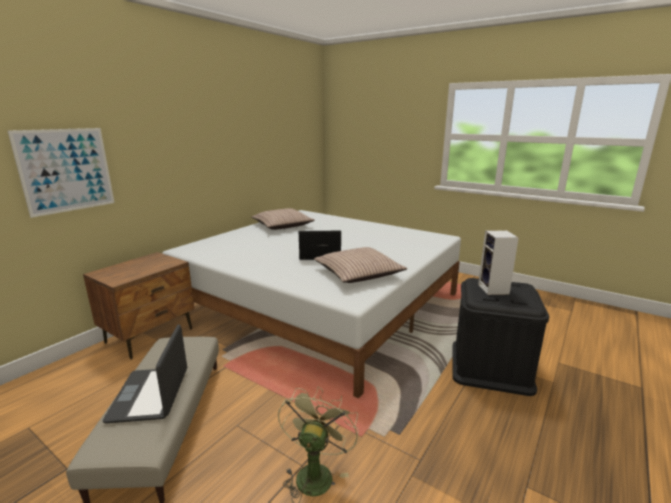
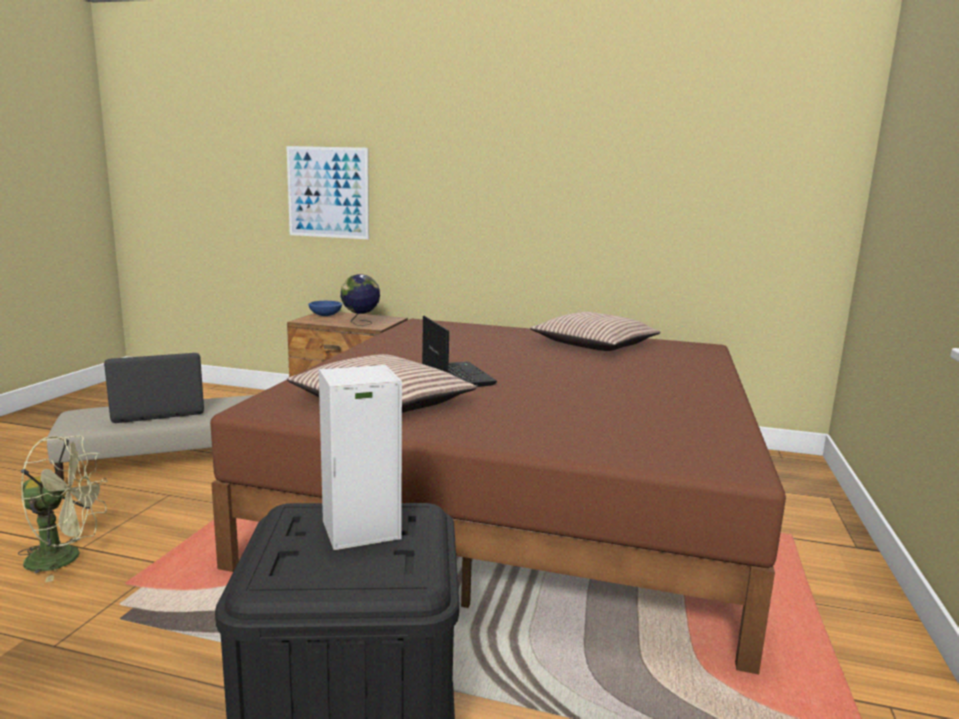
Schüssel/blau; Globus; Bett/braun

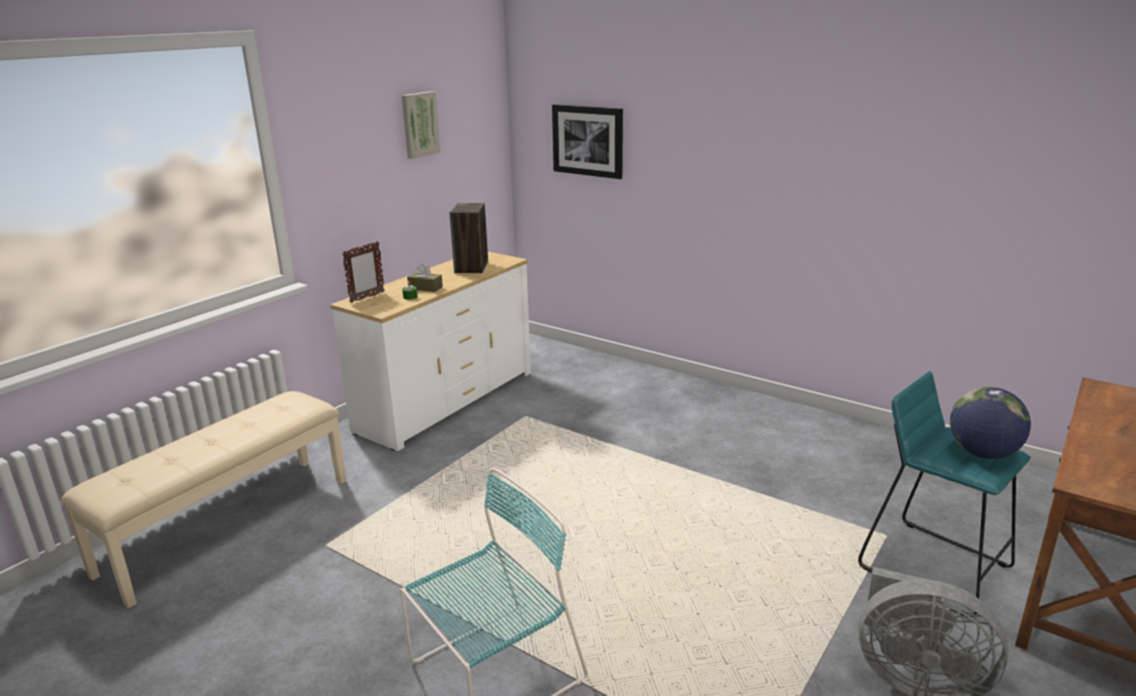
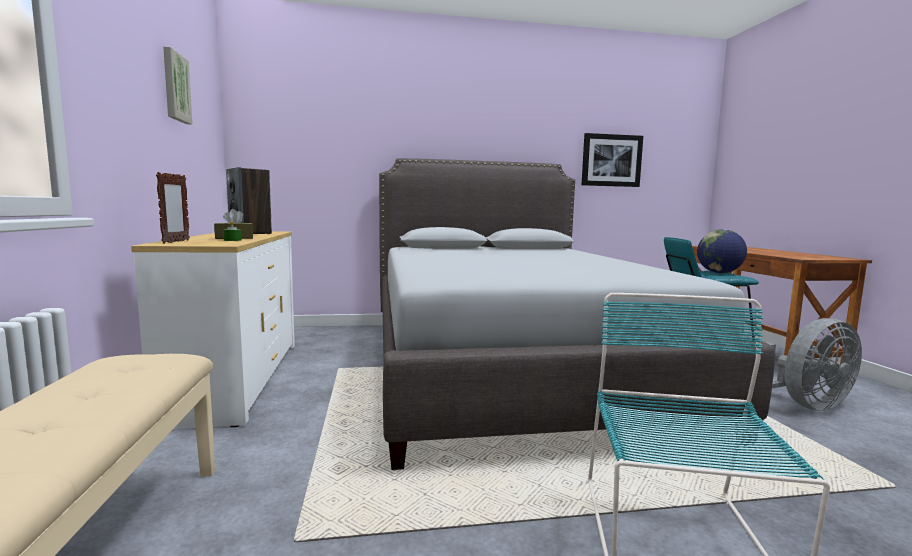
Bett/grau; Bild (no. 2 from left)

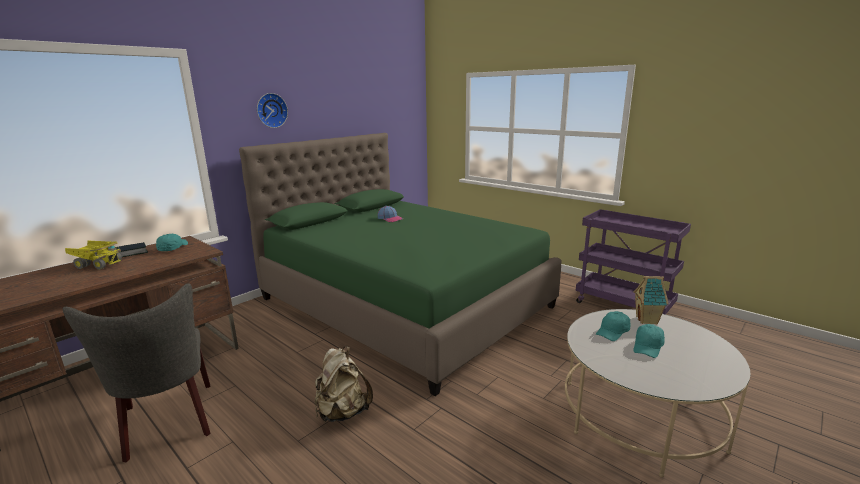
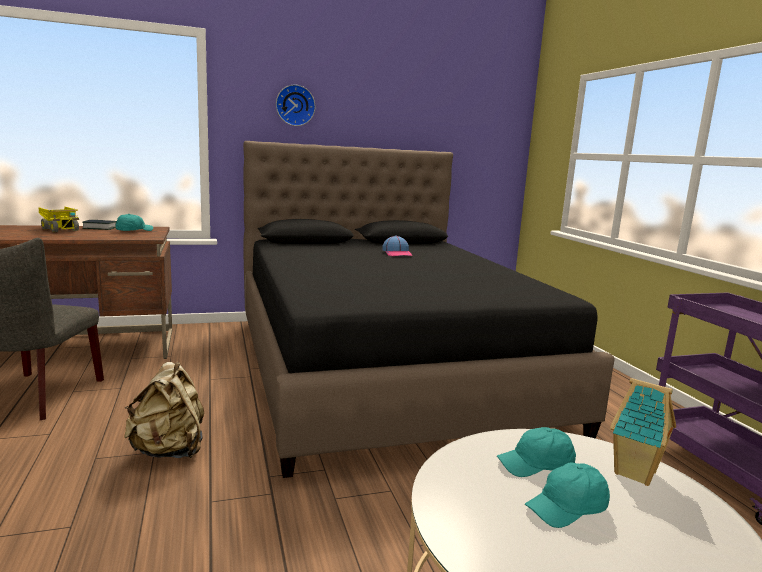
Bett/schwarz

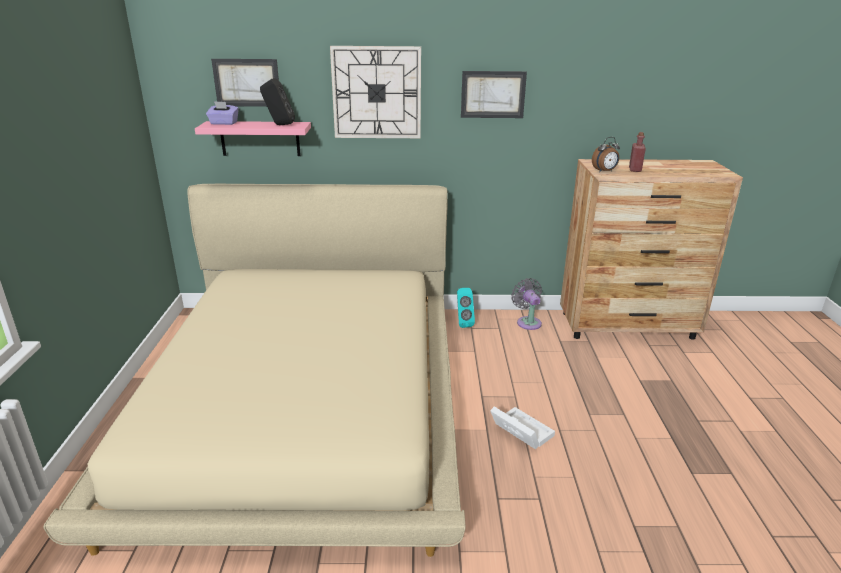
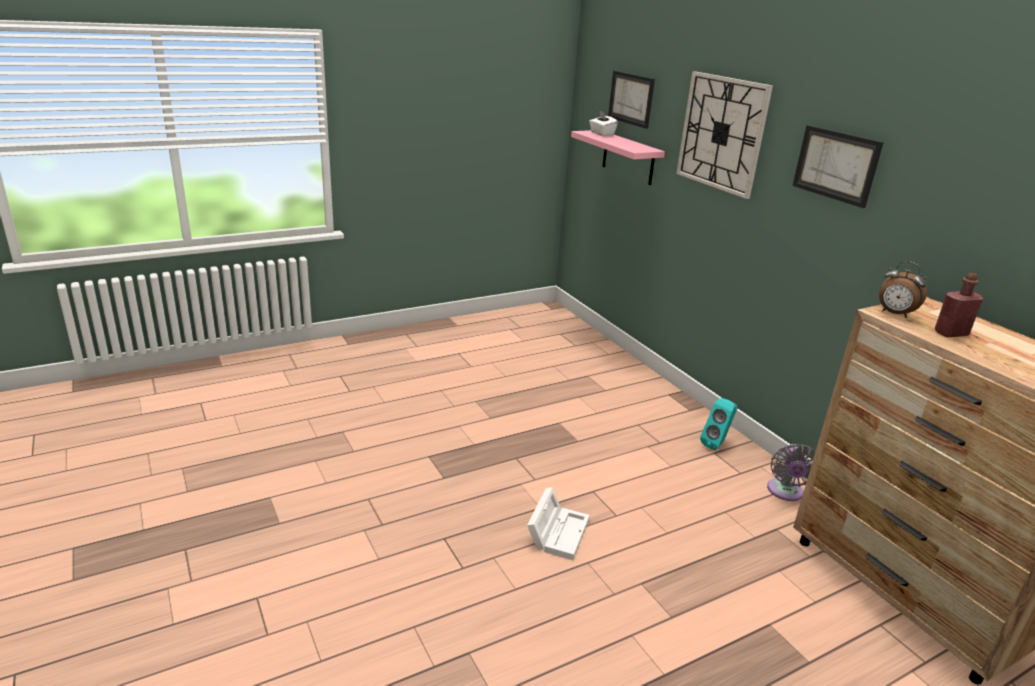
Bett/beige; Lautsprecher/schwarz; Taschentuchbox/weiß; Ventilator/grau

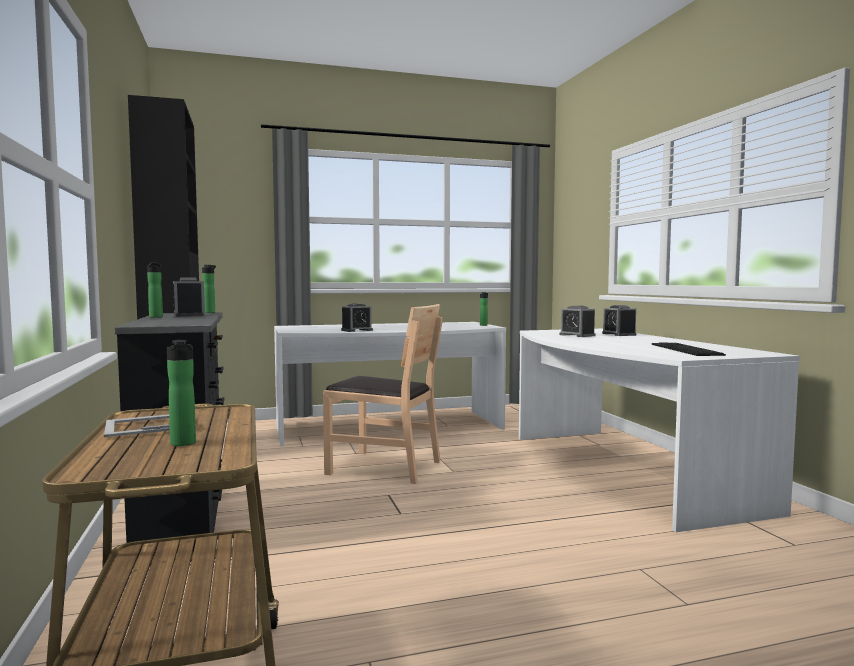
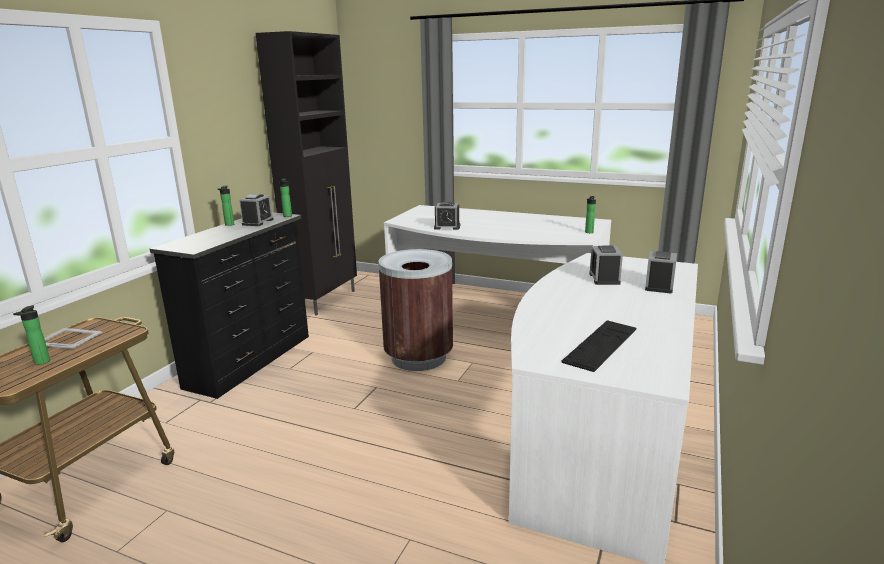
Mülleimer/braun

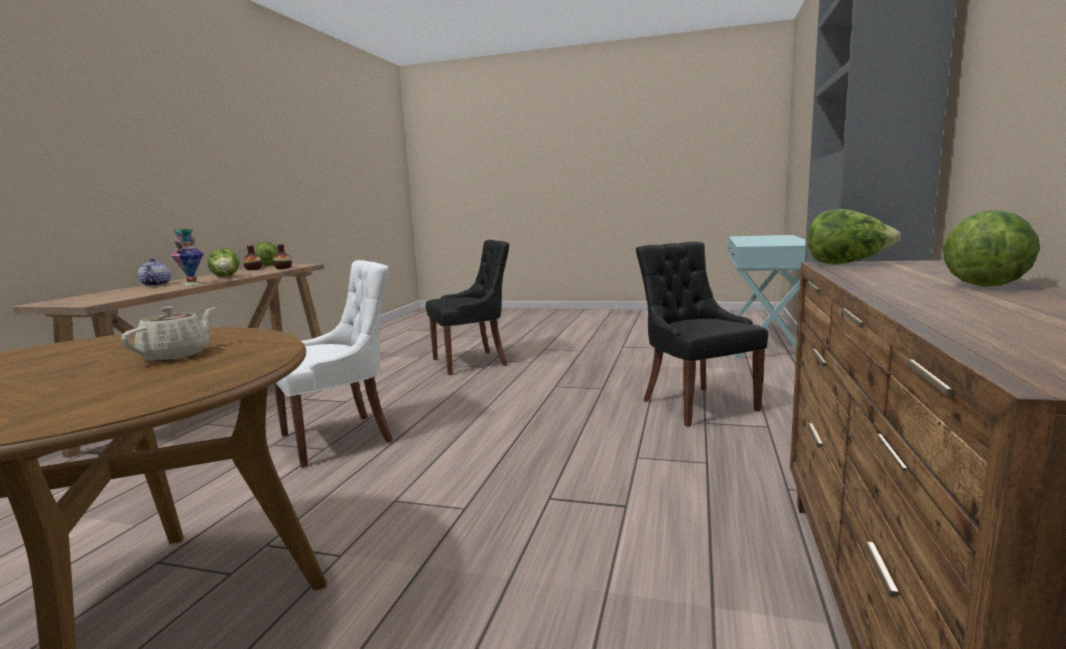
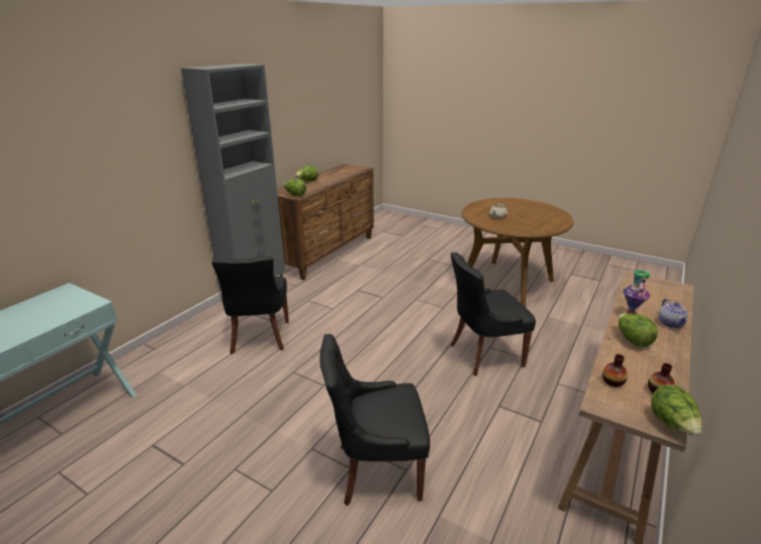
Stuhl/schwarz (no. 3 from left)

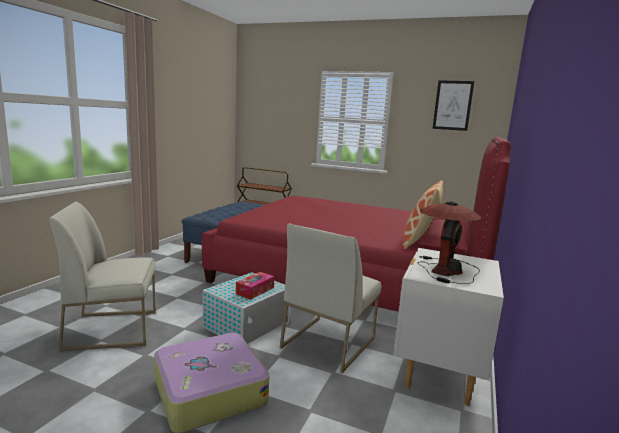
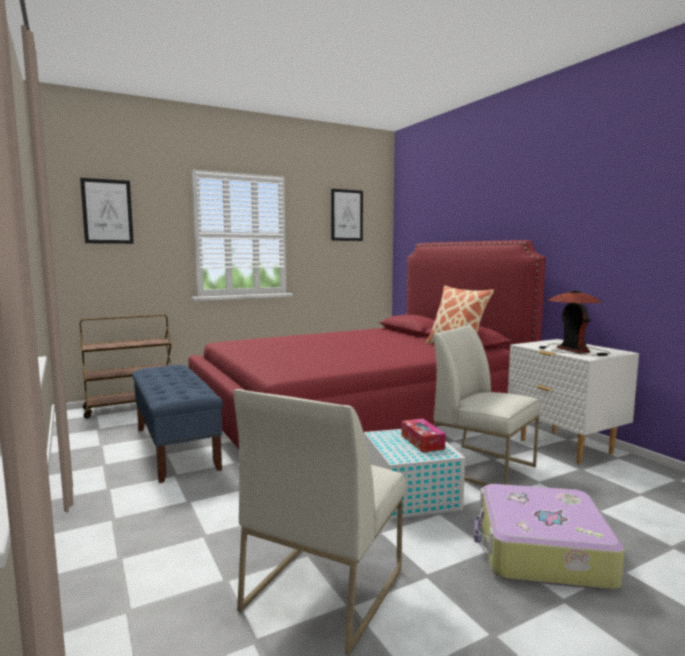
Bild (no. 1 from left); Stuhl/weiß (no. 2 from left)

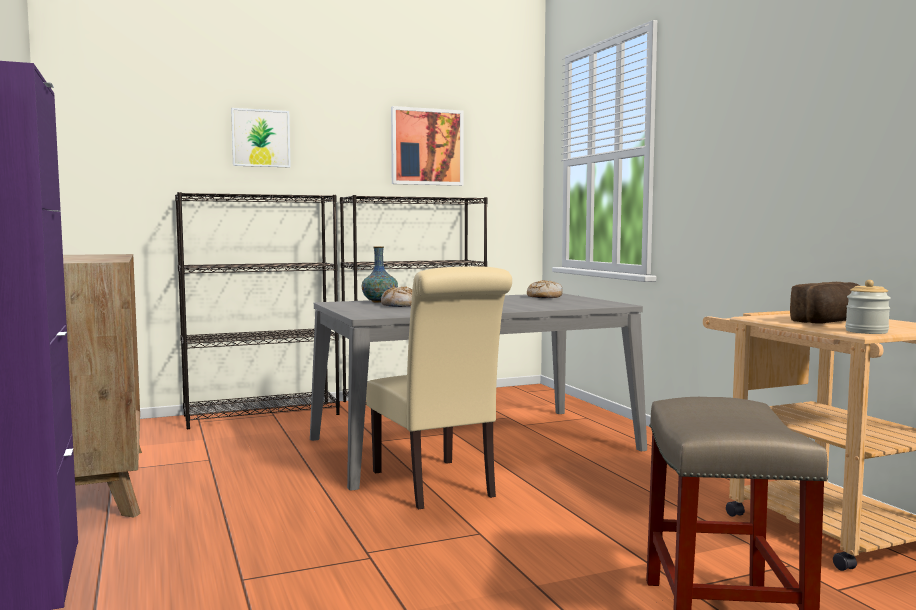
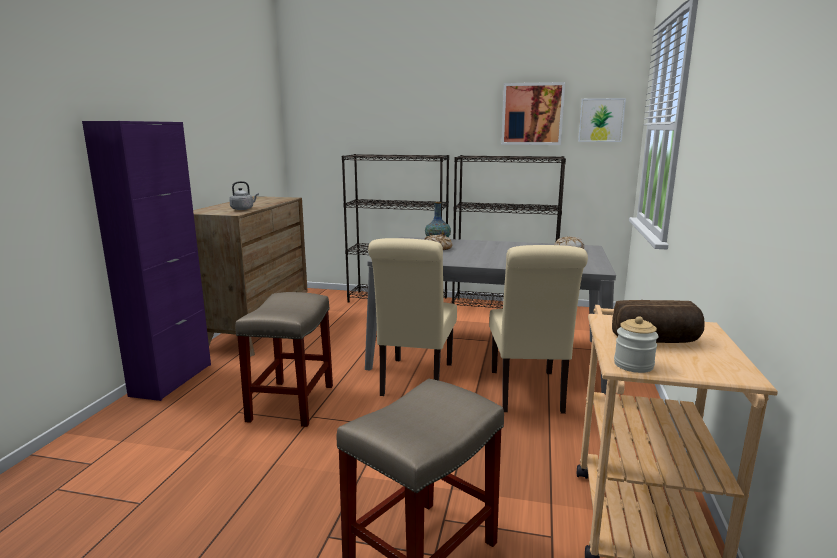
Wasserkessel/grau; Hocker/beige (no. 1 from left); Stuhl/beige (no. 2 from left); Bild (no. 2 from left)

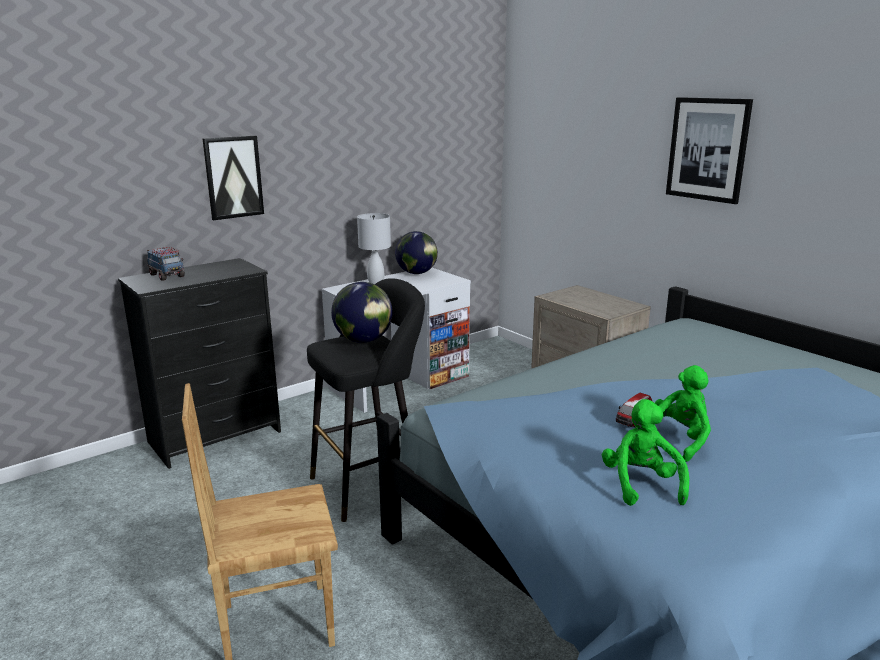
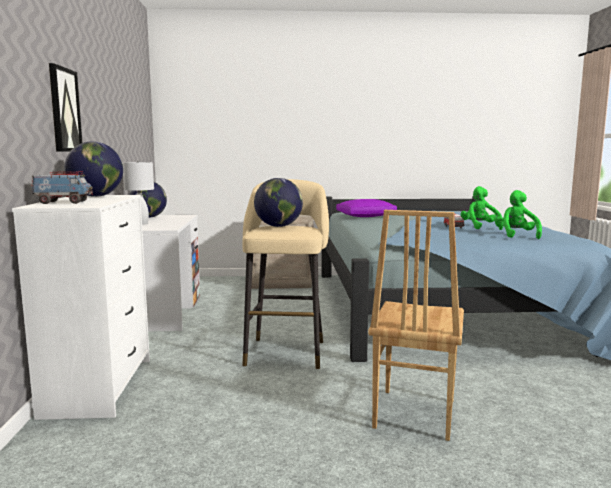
Bild (no. 2 from left in the first image); Globus (no. 1 from left); Kissen/lila; Kommode/weiß; Hocker/beige; Plüschtier/grün (no. 2 from left)

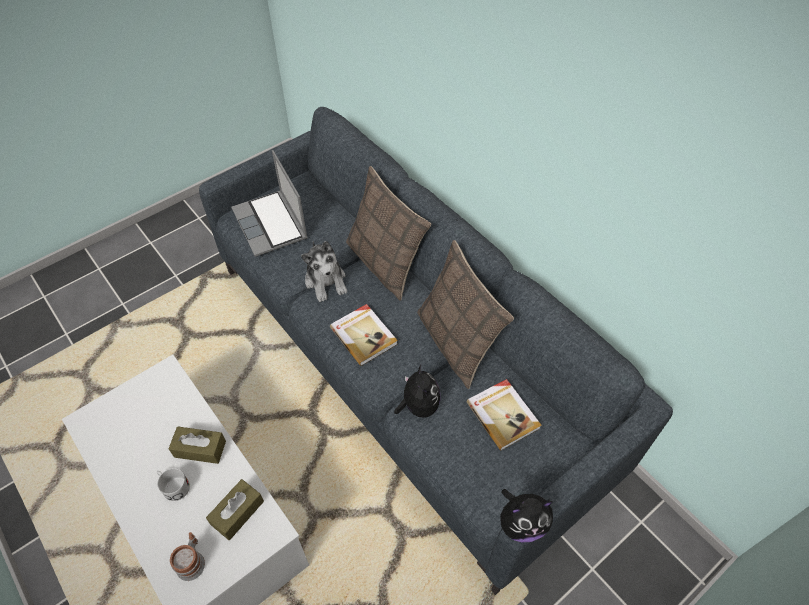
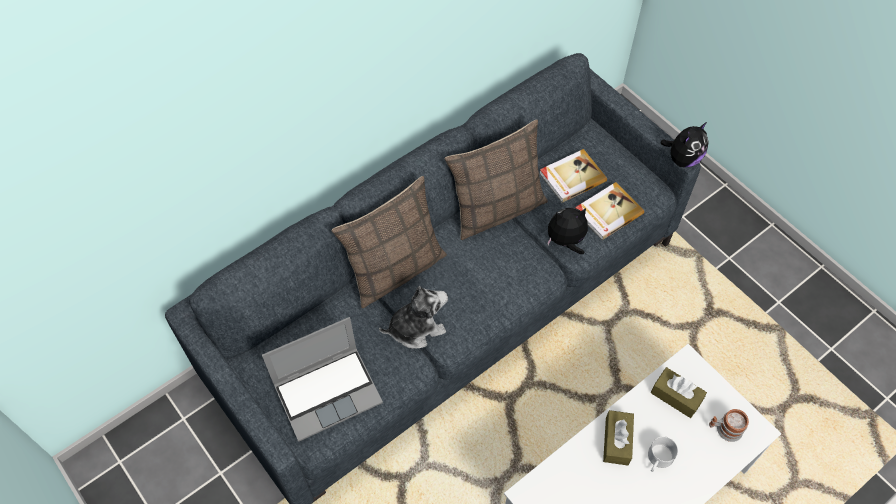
Buch (no. 2 from left); Plüschtier (no. 3 from left)

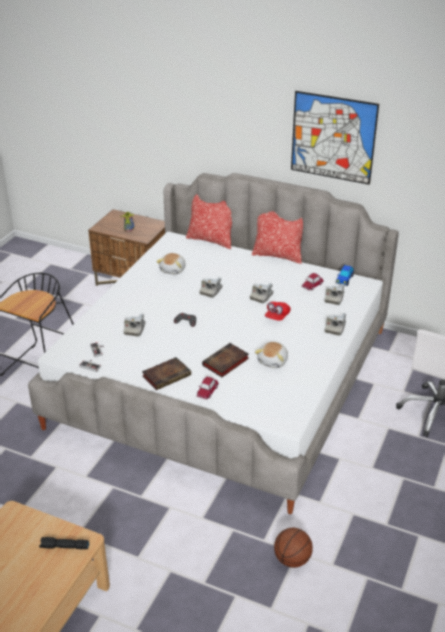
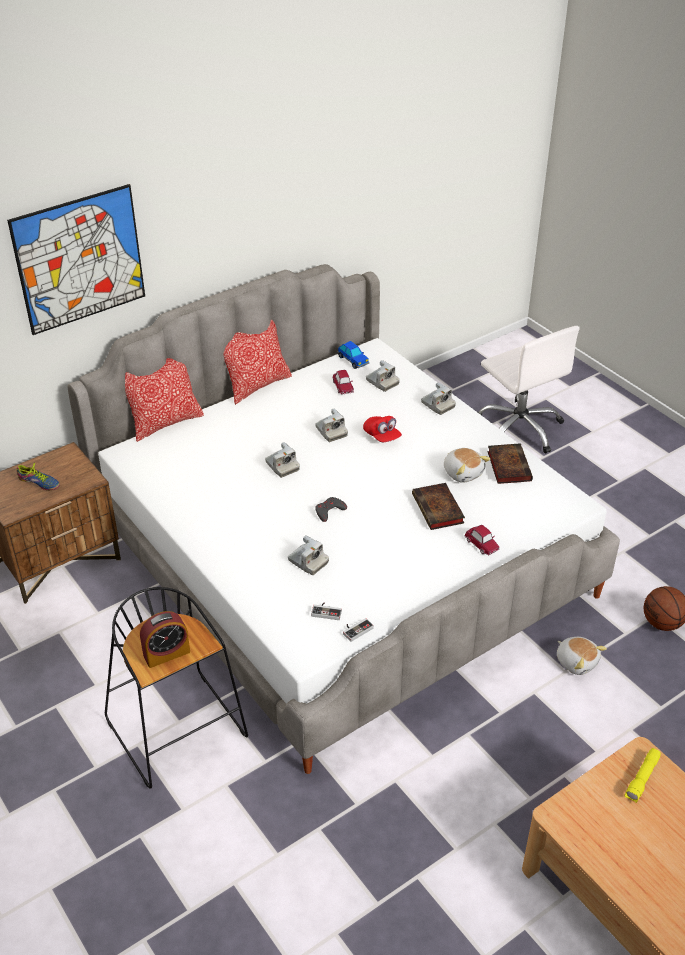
Wecker; Buch (no. 2 from left); Plüschtier (no. 2 from left); Bild; Taschenlampe/gelb

